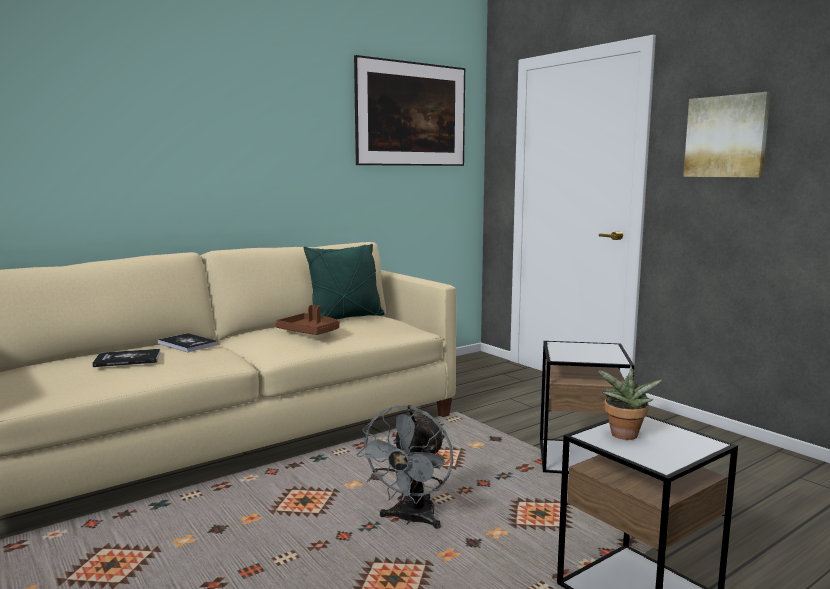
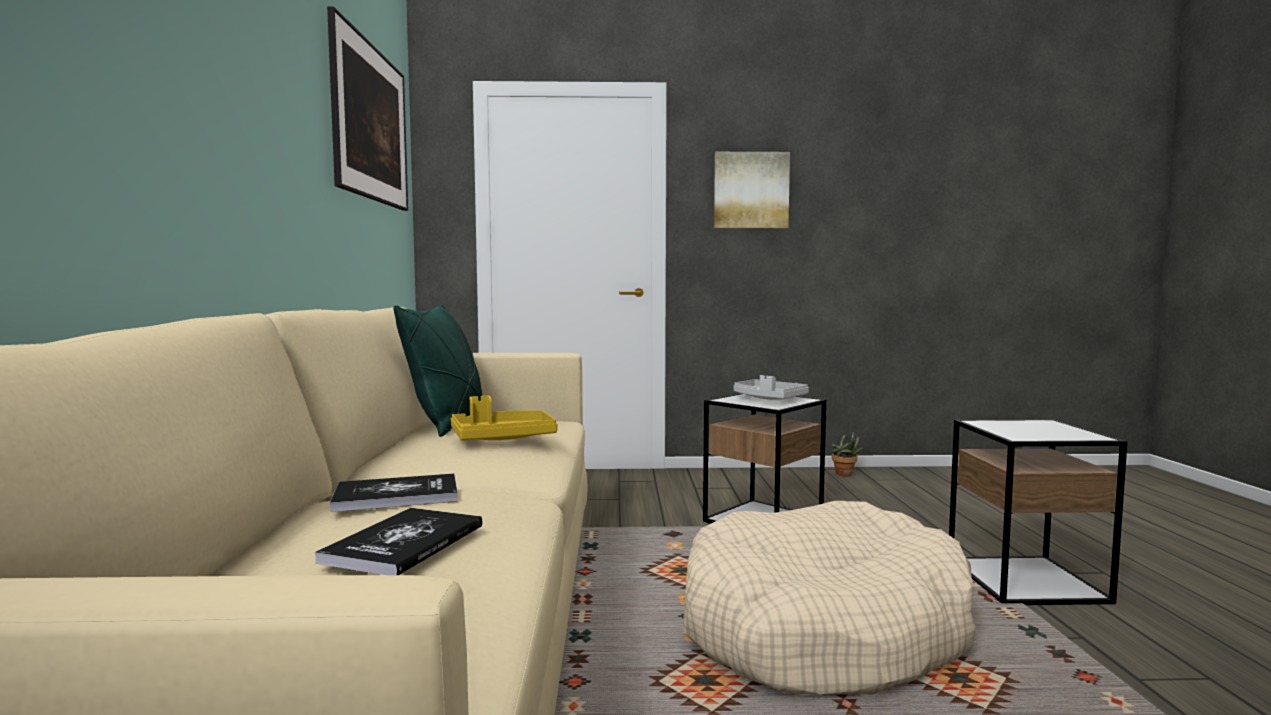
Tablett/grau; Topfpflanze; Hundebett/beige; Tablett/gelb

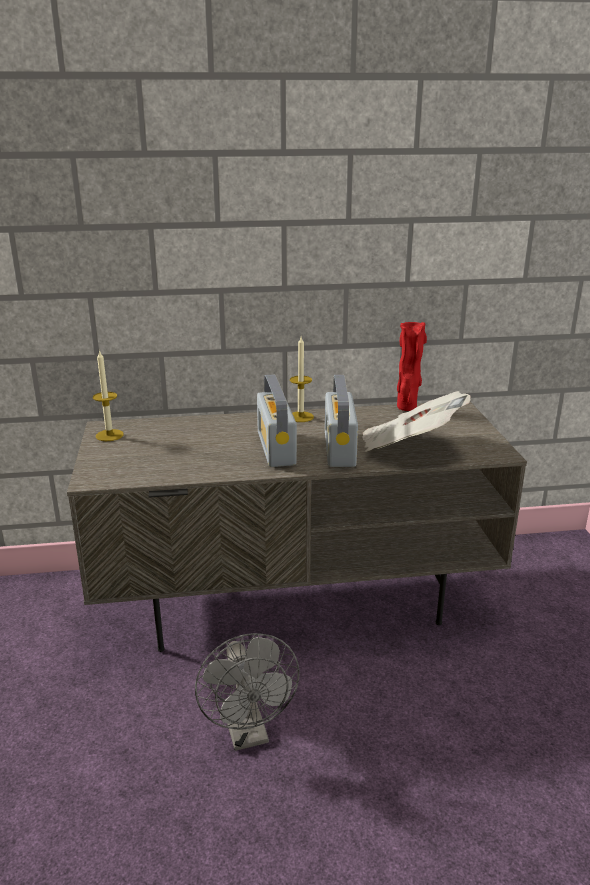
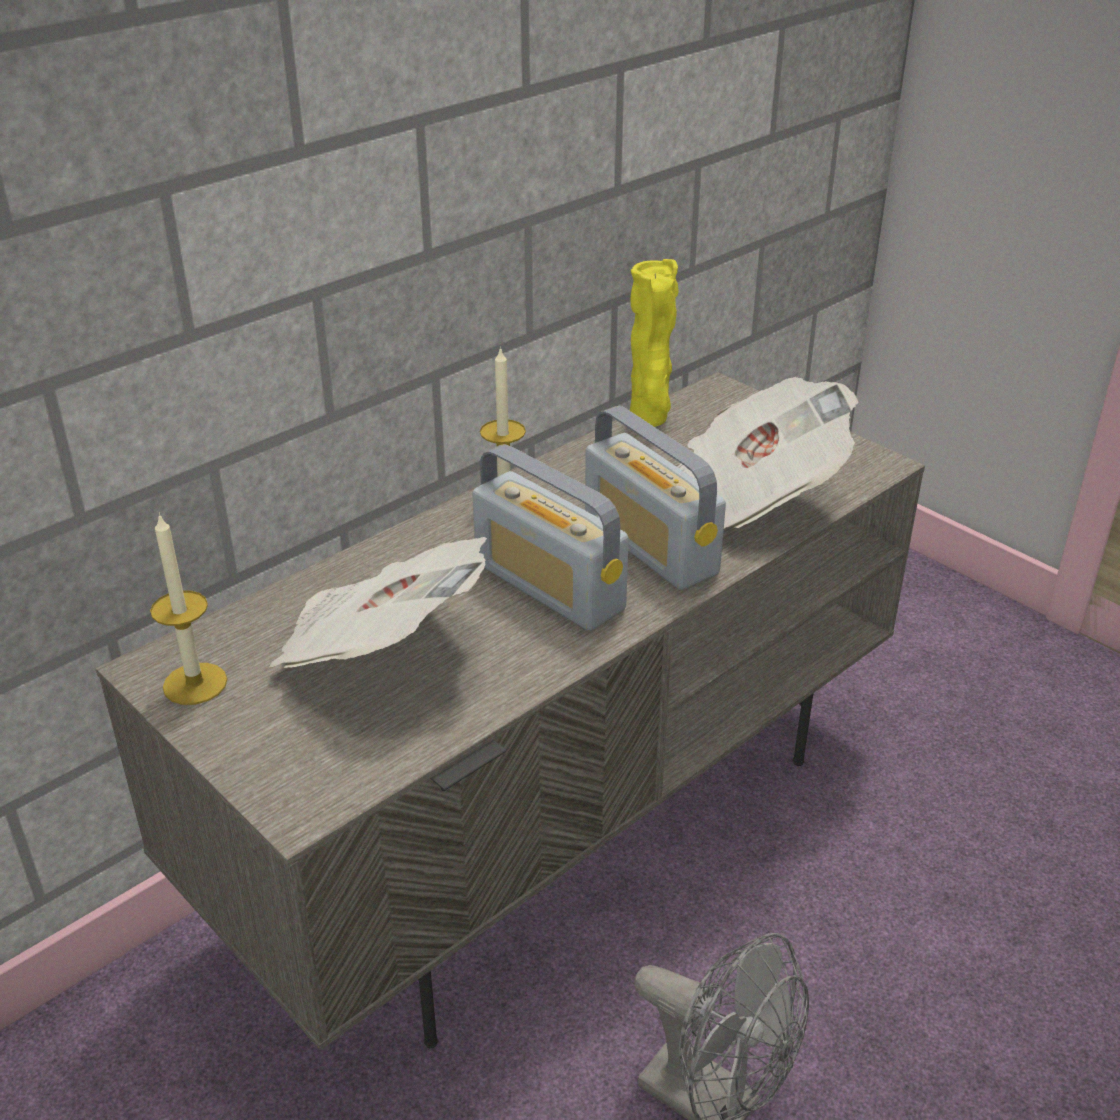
Zeitung (no. 1 from left); Vase/gelb

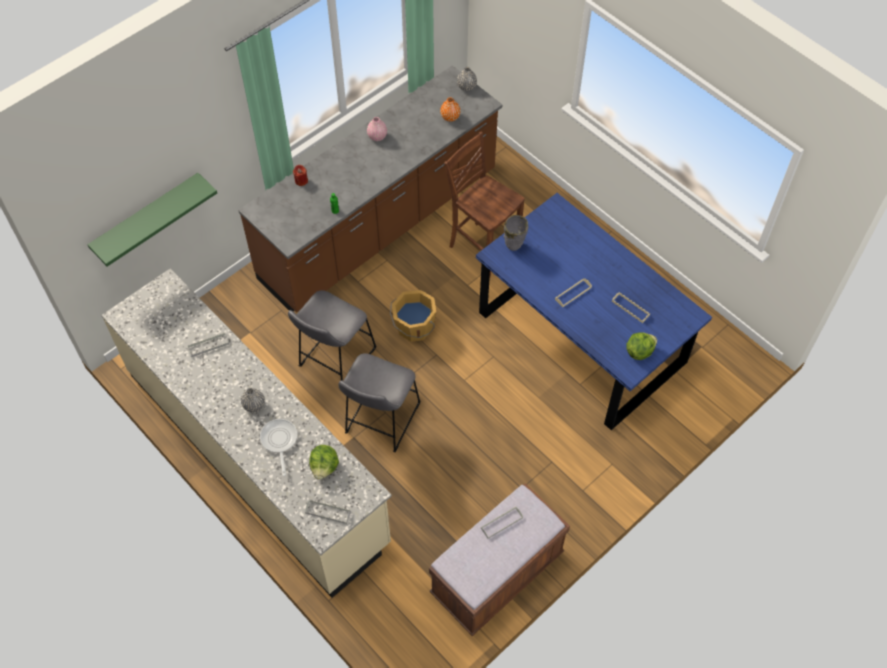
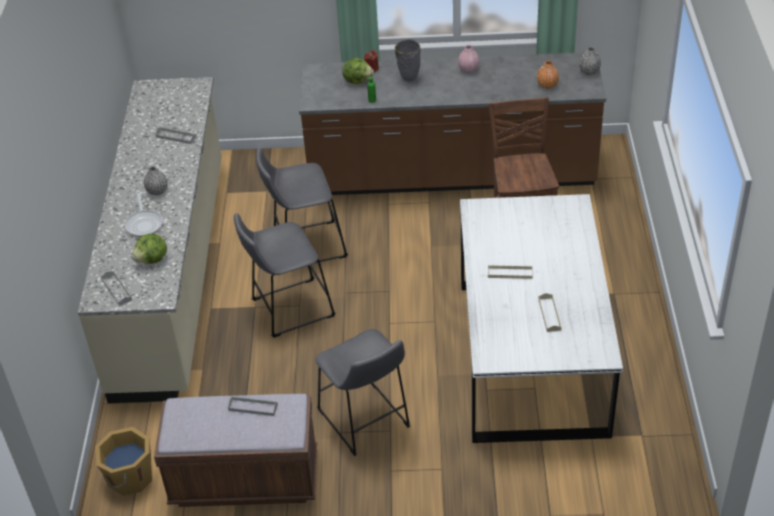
Wandregal/grün; Hocker/grau (no. 3 from left); Eimer/orange; Vase/grau (no. 2 from left); Salatkopf (no. 2 from left); Esstisch/weiß; Pfanne

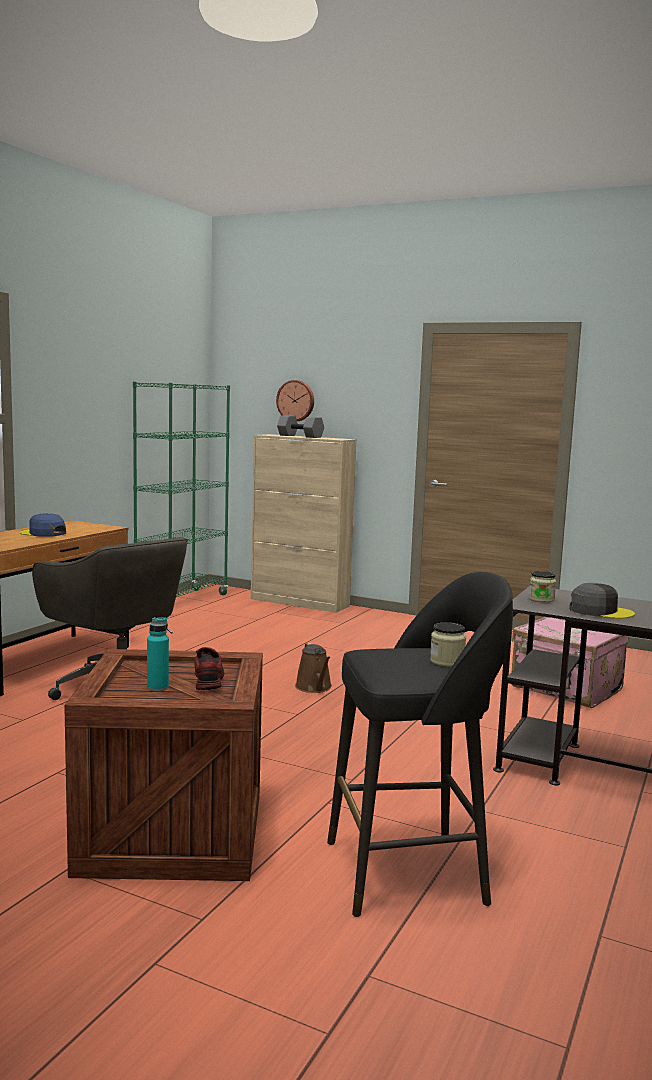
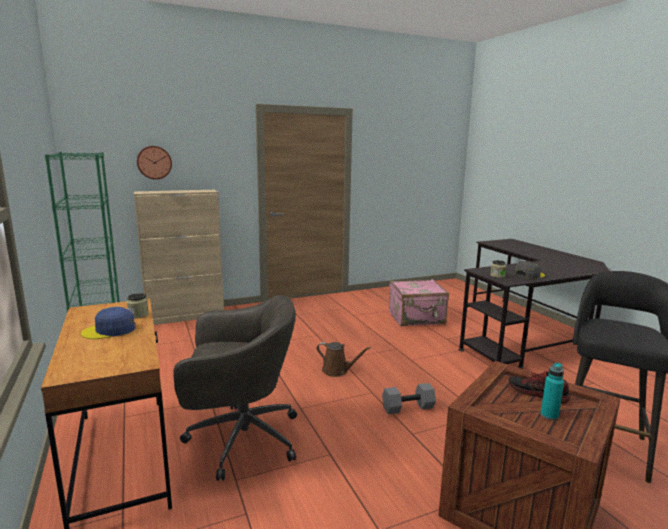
Hantel/grau; Vorratsglas (no. 1 from left)

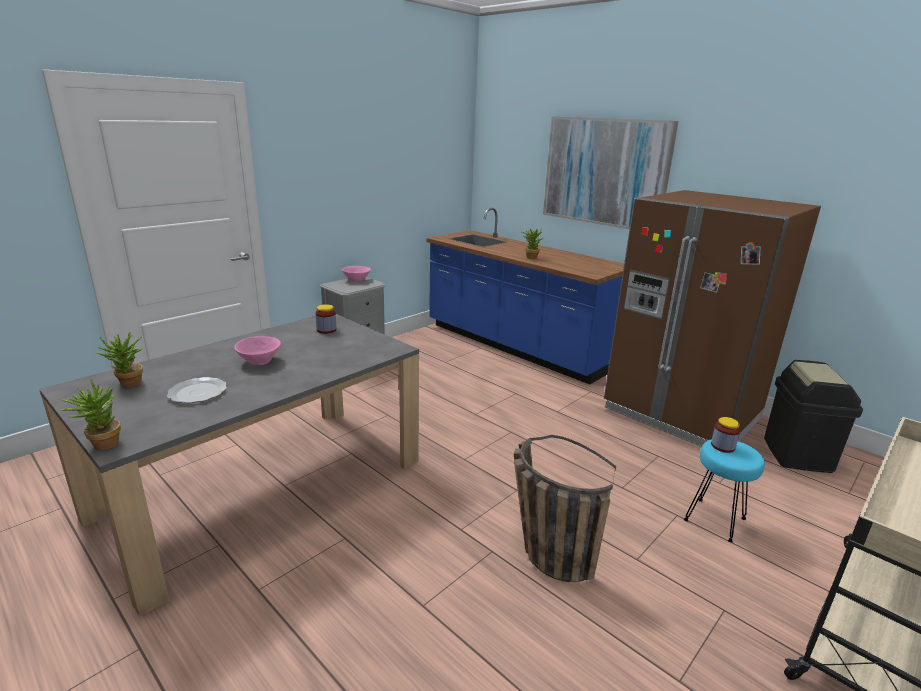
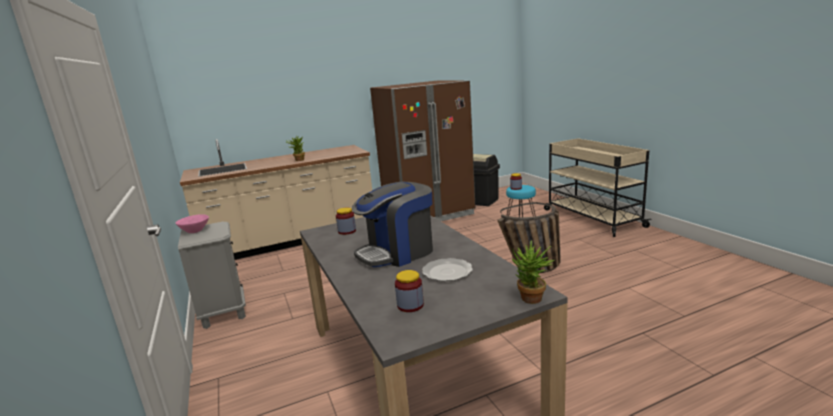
Bild; Vorratsglas (no. 2 from left); Kaffeemaschine; Küchenzeile/beige

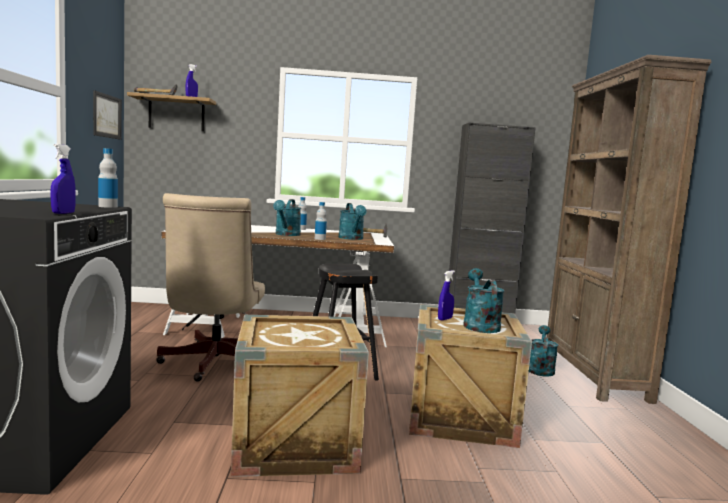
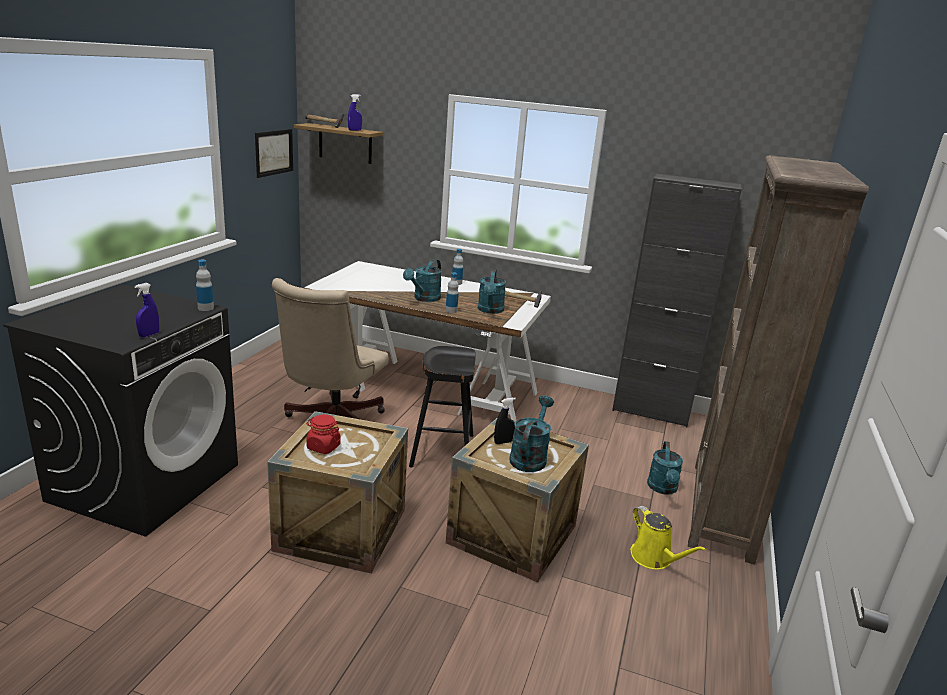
Vorratsglas/rot; Gießkanne/gelb; Sprühflasche/schwarz; Gießkanne/türkis (no. 4 from left)

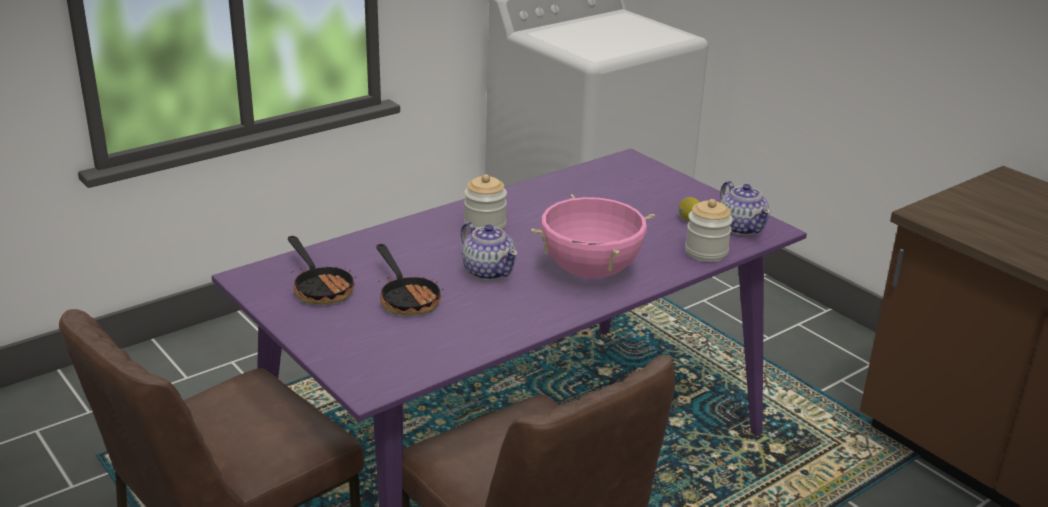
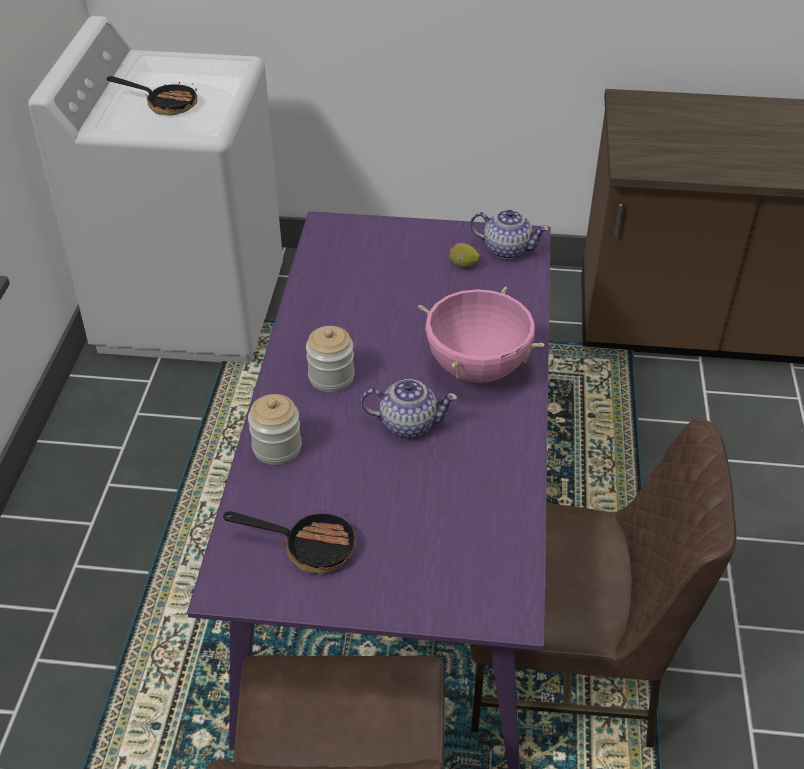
Pfanne (no. 1 from left); Vorratsglas (no. 1 from left)

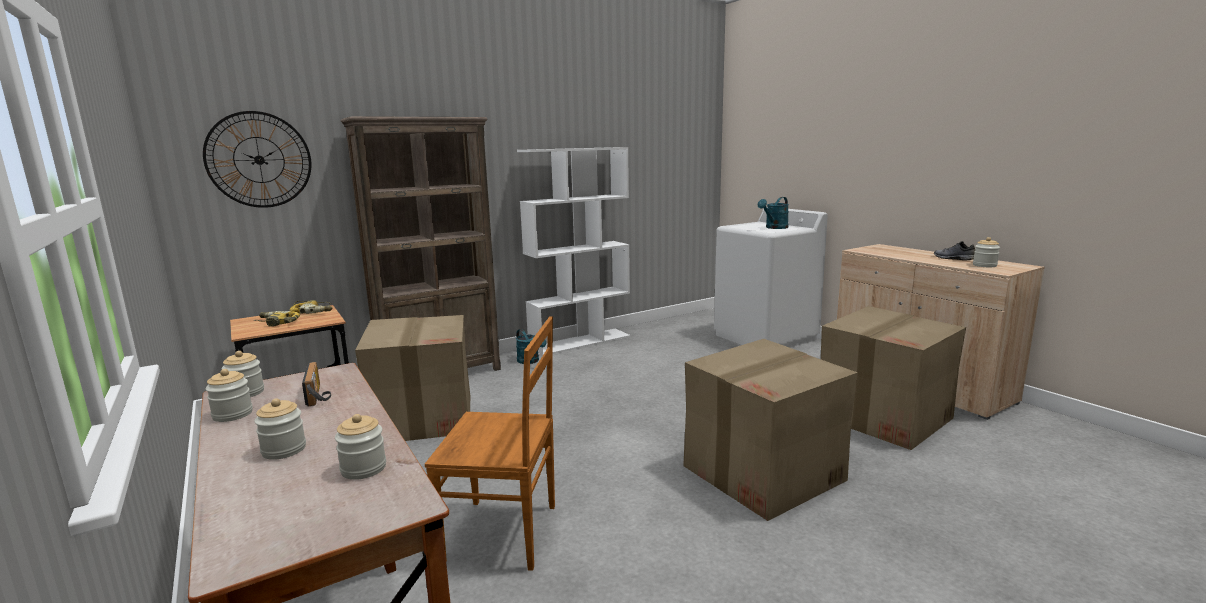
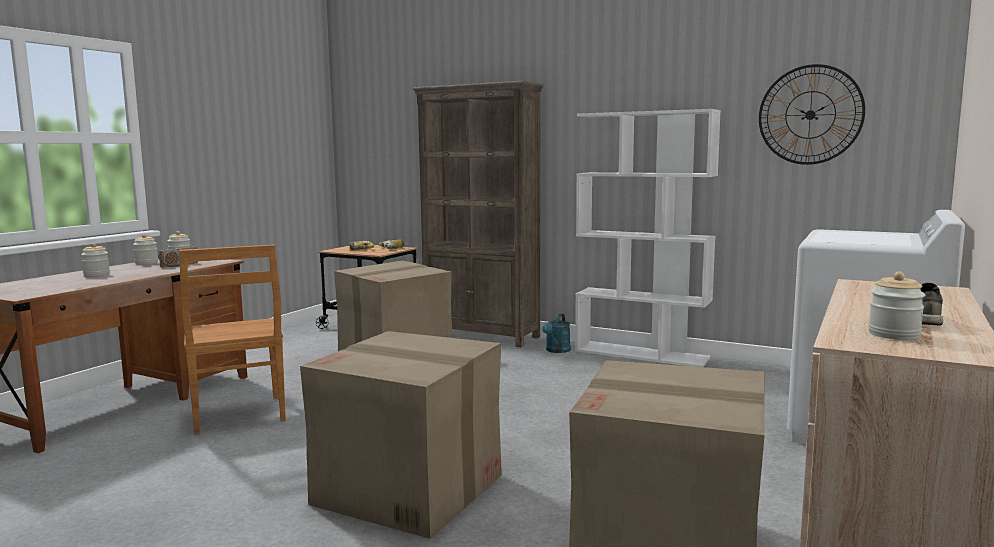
Vorratsglas (no. 4 from left in the first image); Gießkanne/türkis (no. 2 from left in the first image); Wanduhr

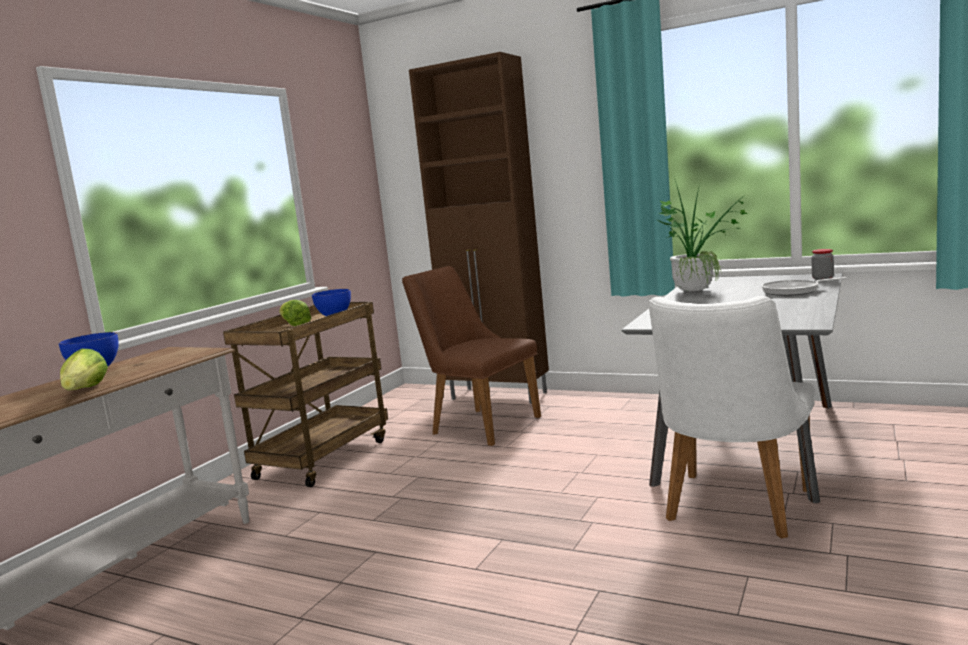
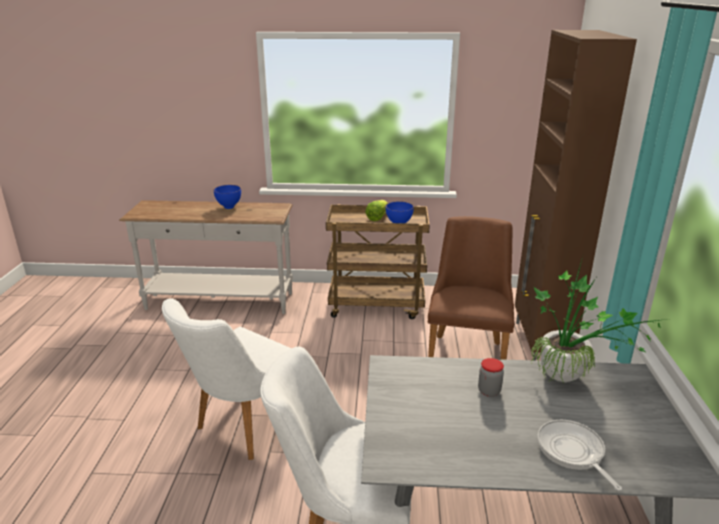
Salatkopf (no. 1 from left in the first image); Stuhl/weiß (no. 1 from left); Vorratsglas

